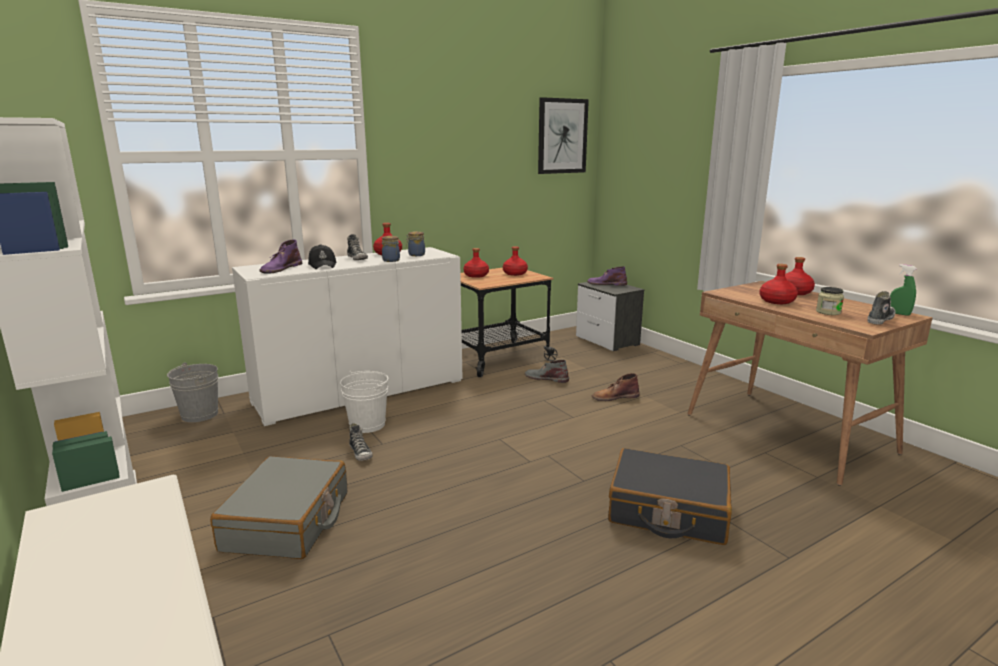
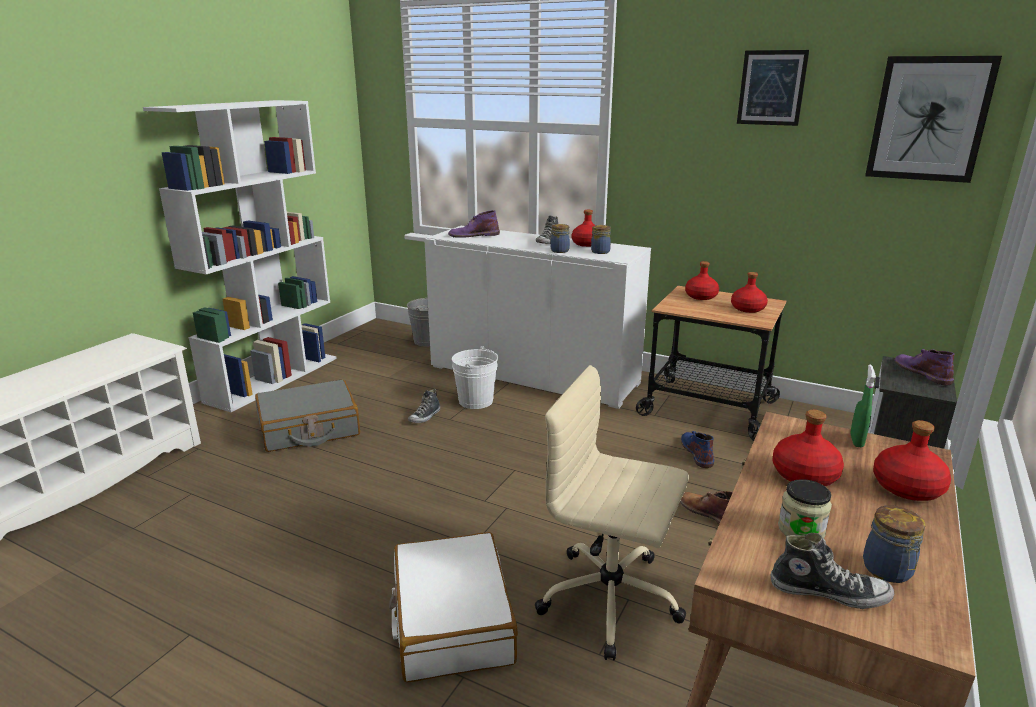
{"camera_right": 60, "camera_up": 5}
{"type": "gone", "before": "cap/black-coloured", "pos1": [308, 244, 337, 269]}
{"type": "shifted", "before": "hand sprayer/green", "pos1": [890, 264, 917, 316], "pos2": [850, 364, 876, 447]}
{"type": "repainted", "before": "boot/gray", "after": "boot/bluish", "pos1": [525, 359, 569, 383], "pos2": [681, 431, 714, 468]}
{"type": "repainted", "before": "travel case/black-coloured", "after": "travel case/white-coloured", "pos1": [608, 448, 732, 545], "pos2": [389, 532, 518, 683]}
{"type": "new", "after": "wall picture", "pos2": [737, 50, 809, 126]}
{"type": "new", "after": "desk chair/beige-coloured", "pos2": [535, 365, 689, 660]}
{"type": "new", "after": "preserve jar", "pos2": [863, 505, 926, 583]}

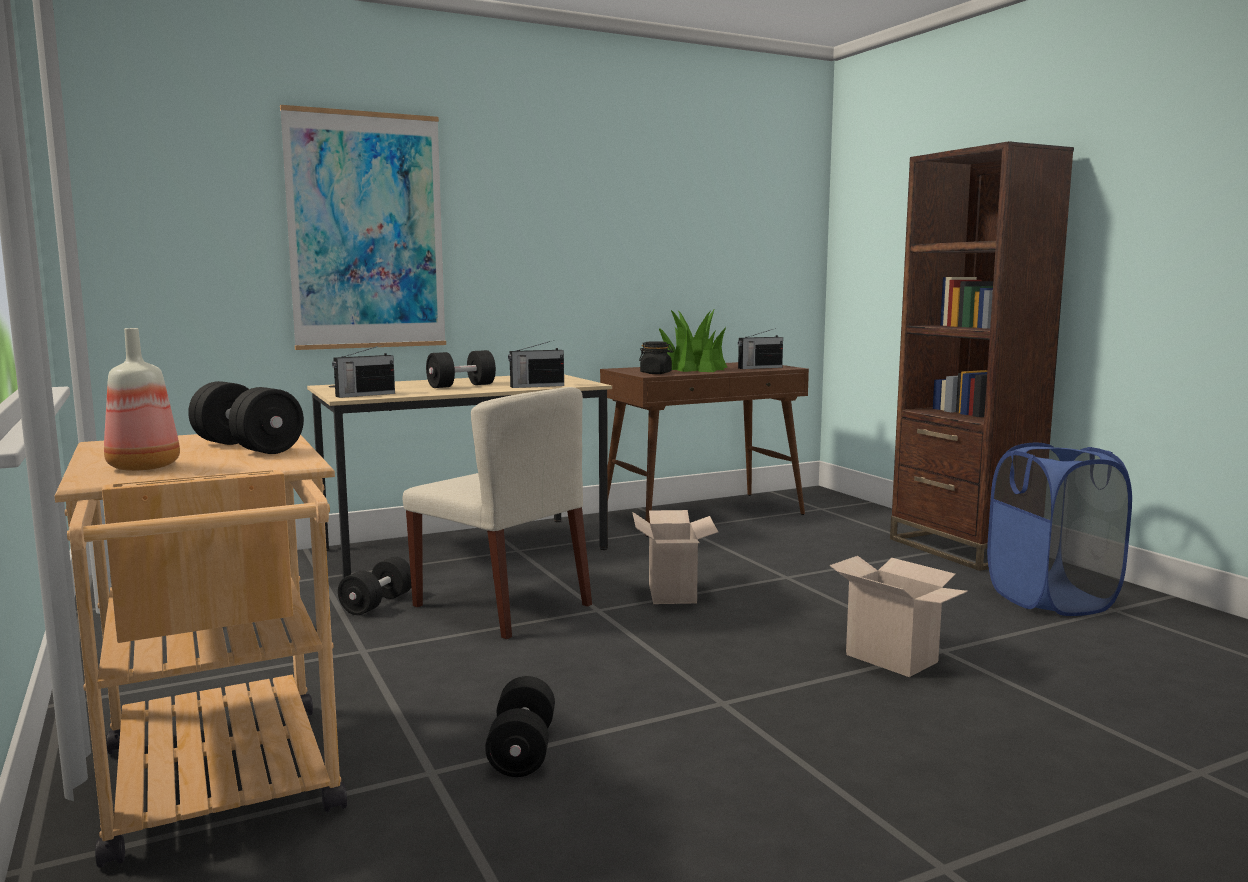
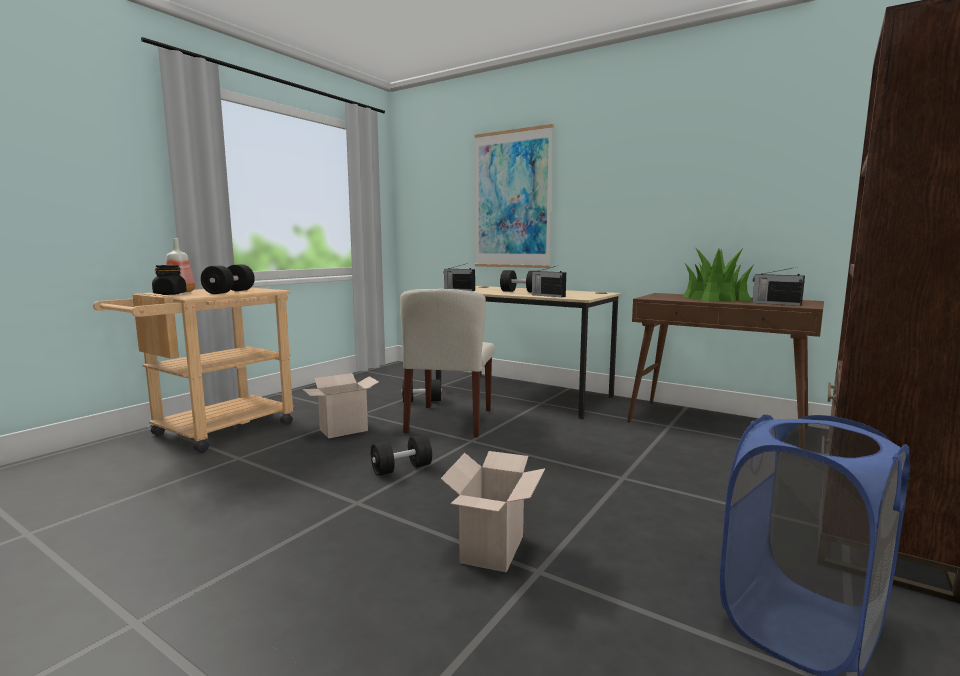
{"camera_right": 60, "camera_up": 0}
{"type": "shifted", "before": "preserve jar/black-coloured", "pos1": [639, 341, 674, 374], "pos2": [152, 265, 187, 295]}
{"type": "shifted", "before": "packing box", "pos1": [632, 510, 718, 604], "pos2": [303, 373, 379, 438]}
{"type": "shifted", "before": "free weight/black-coloured", "pos1": [485, 676, 555, 777], "pos2": [371, 434, 432, 476]}

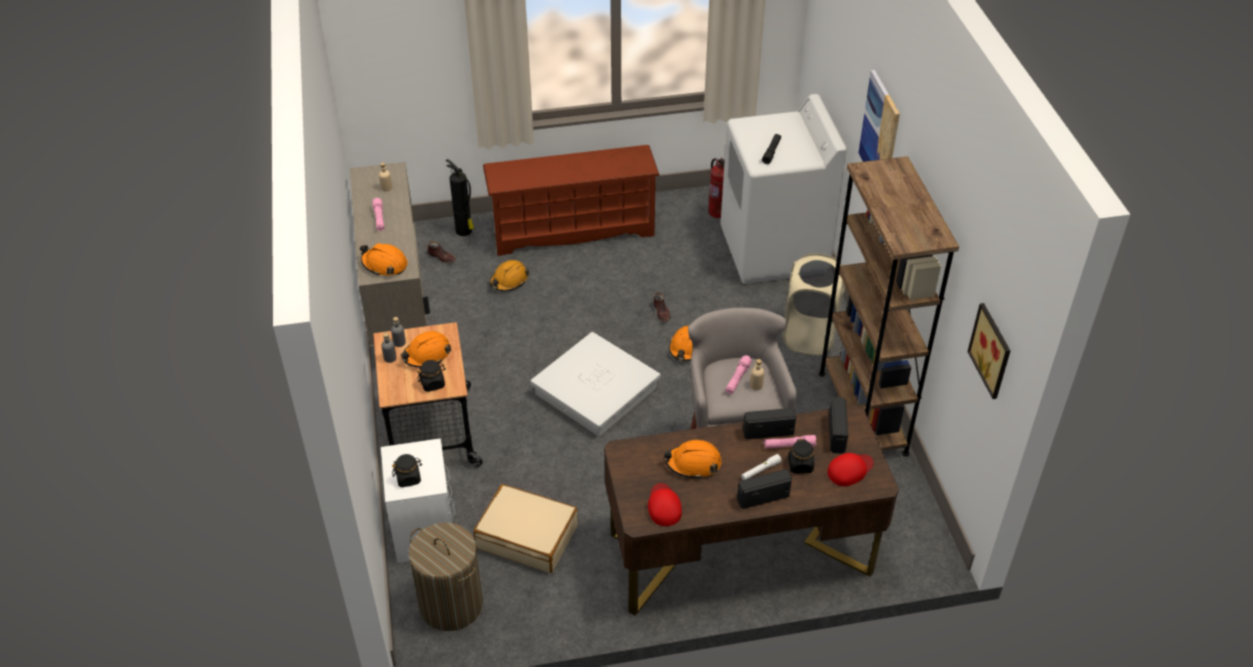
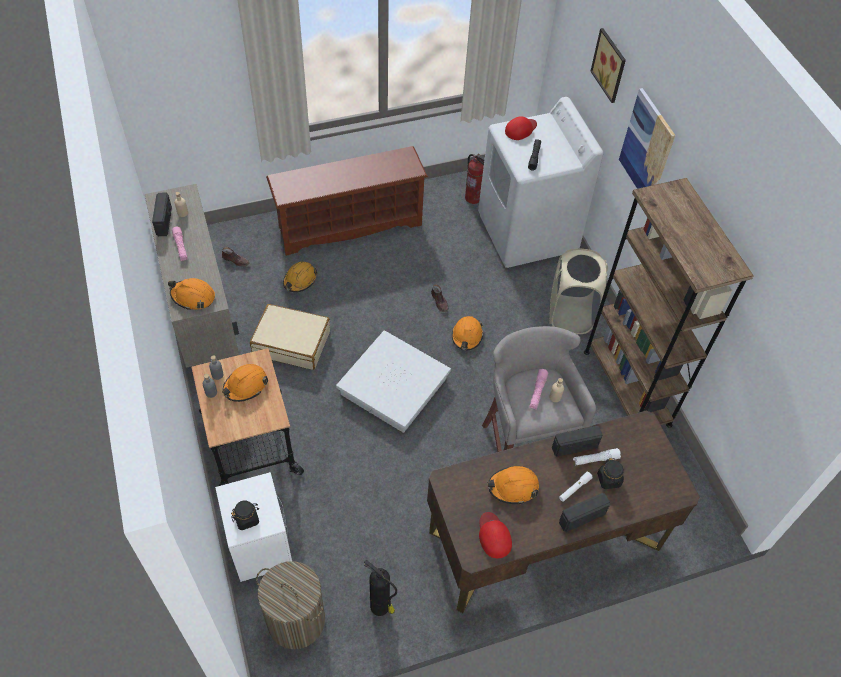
{"camera_right": -10, "camera_up": 10}
{"type": "shifted", "before": "fire-fighting cylinder", "pos1": [446, 159, 474, 236], "pos2": [364, 560, 397, 616]}
{"type": "shifted", "before": "wall picture", "pos1": [967, 303, 1010, 399], "pos2": [591, 28, 626, 103]}
{"type": "gone", "before": "preserve jar/black-coloured", "pos1": [417, 360, 445, 392]}
{"type": "shifted", "before": "radio", "pos1": [829, 397, 848, 454], "pos2": [152, 193, 172, 236]}
{"type": "repainted", "before": "hand torch/pinkish", "after": "hand torch/white-coloured", "pos1": [764, 435, 816, 448], "pos2": [573, 448, 621, 465]}
{"type": "shifted", "before": "cap/red", "pos1": [827, 453, 874, 486], "pos2": [505, 116, 537, 140]}
{"type": "shifted", "before": "travel case/beige-coloured", "pos1": [474, 484, 578, 573], "pos2": [250, 304, 330, 370]}

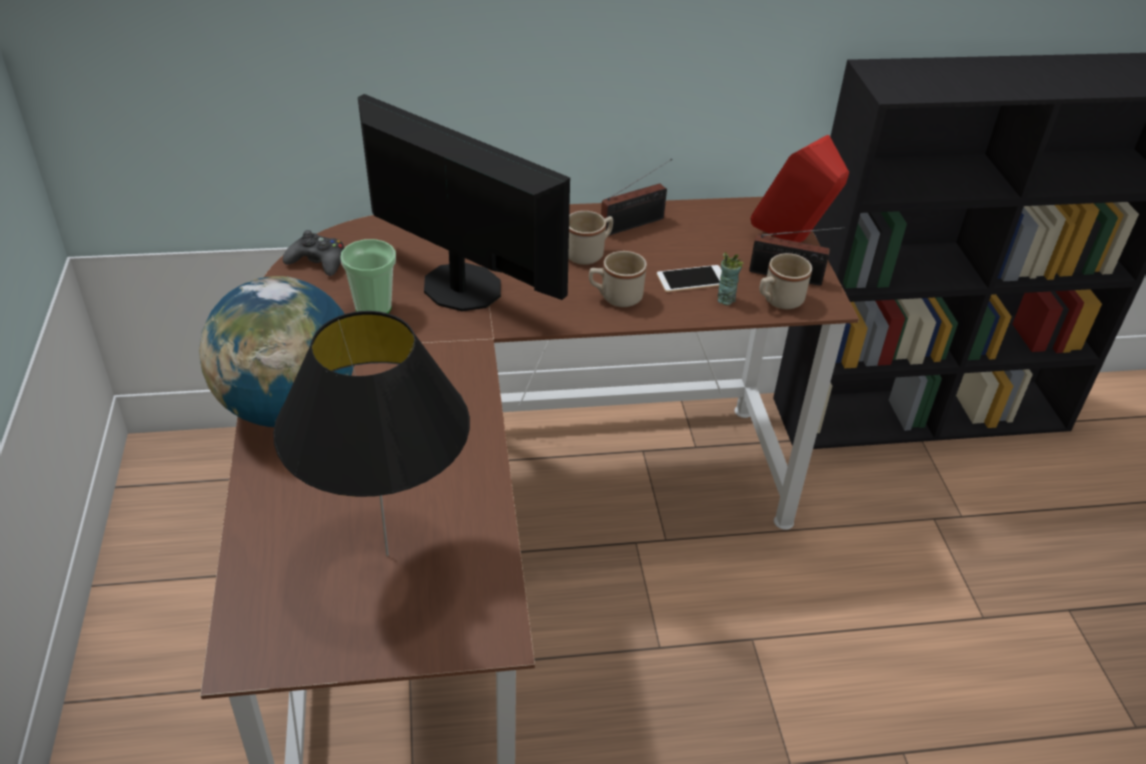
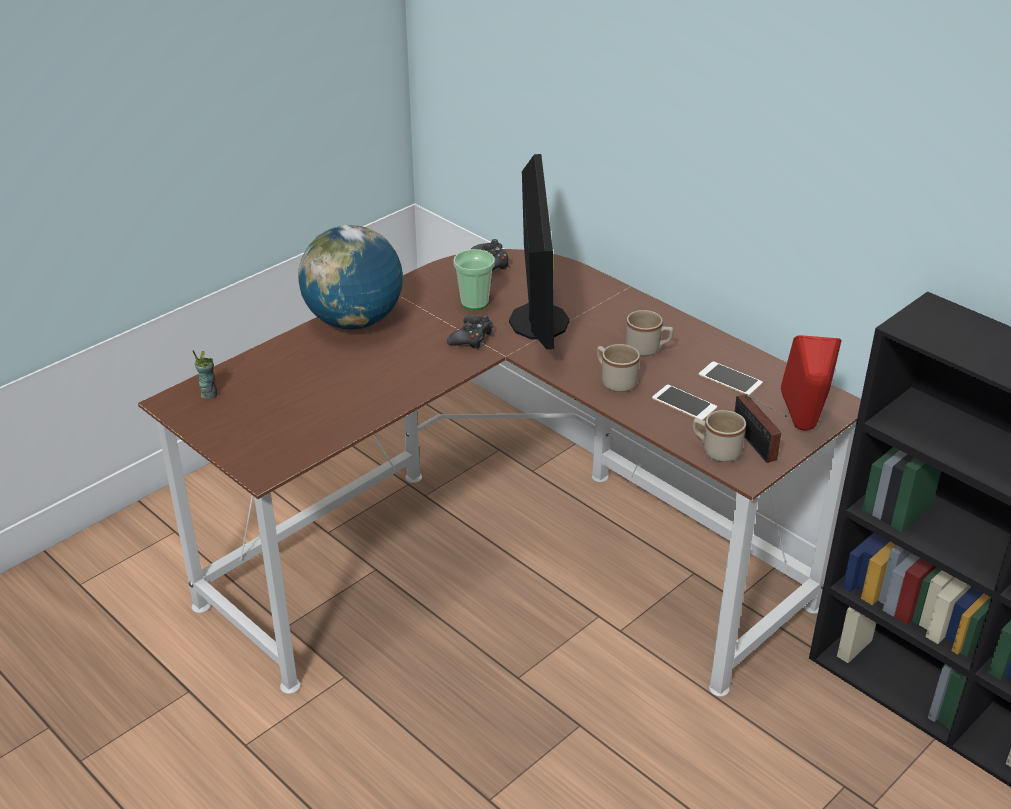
{"camera_right": 55, "camera_up": -5}
{"type": "gone", "before": "radio", "pos1": [601, 159, 672, 235]}
{"type": "shifted", "before": "drinking cup", "pos1": [718, 252, 744, 305], "pos2": [193, 350, 218, 399]}
{"type": "gone", "before": "tabletop lamp/black-coloured", "pos1": [273, 311, 470, 556]}
{"type": "new", "after": "game controller/black-coloured", "pos2": [447, 315, 494, 349]}
{"type": "new", "after": "telephone", "pos2": [699, 361, 763, 396]}

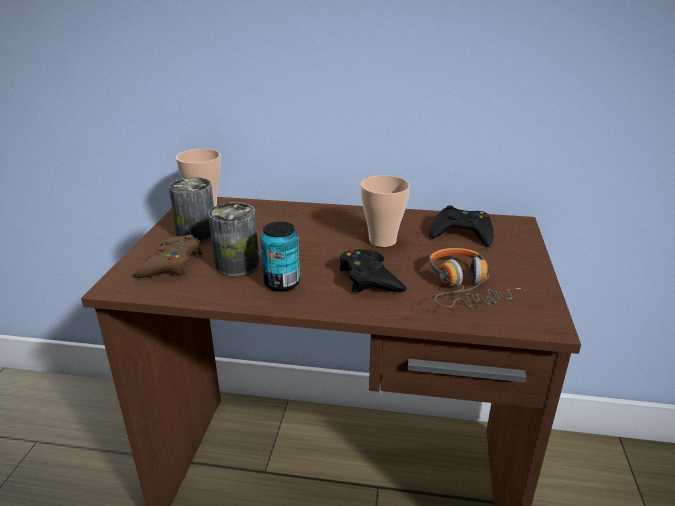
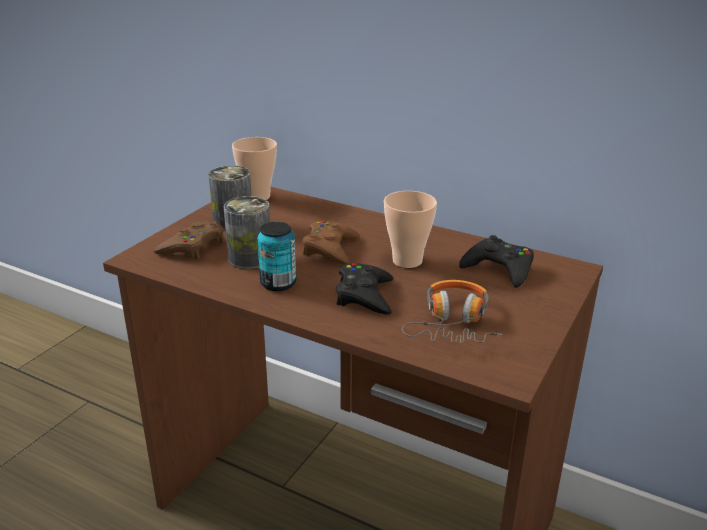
{"camera_right": 20, "camera_up": 0}
{"type": "new", "after": "game controller/brown-coloured", "pos2": [302, 220, 360, 265]}

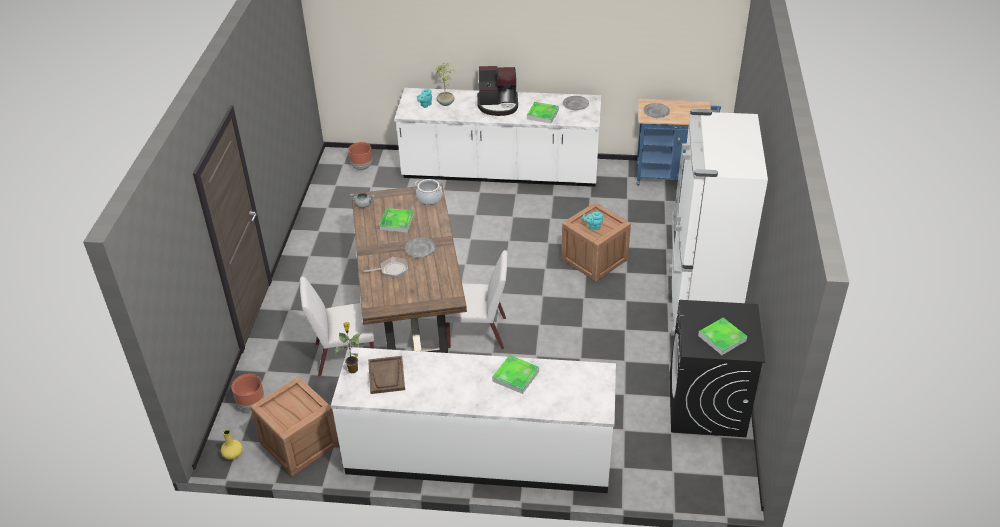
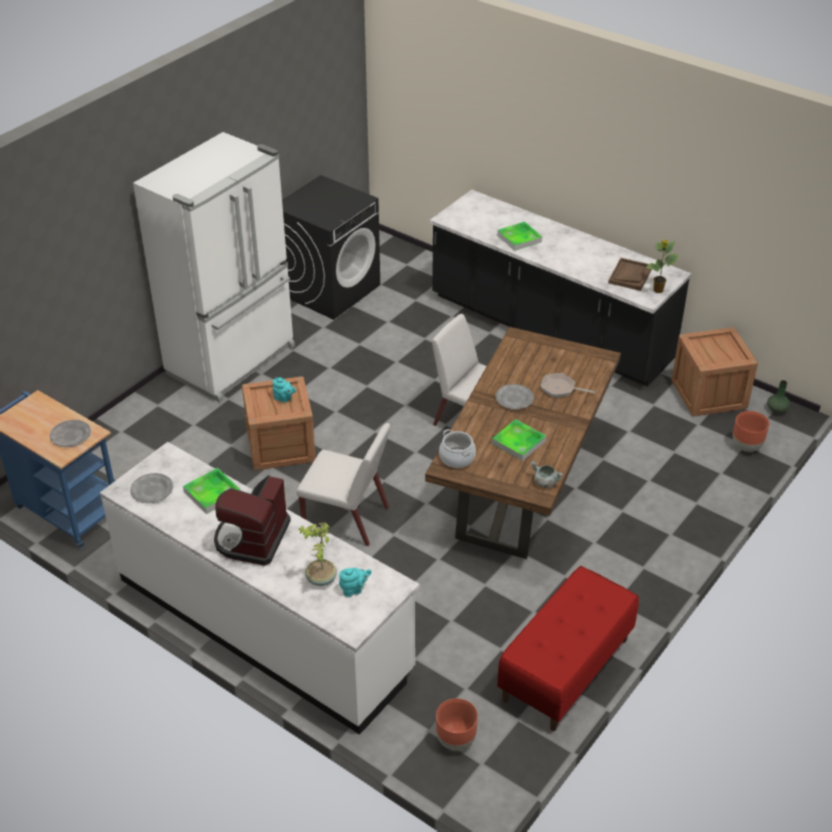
{"camera_right": -150, "camera_up": 0}
{"type": "rotated", "before": "coffee maker", "pos1": [477, 66, 518, 116], "pos2": [214, 475, 291, 566], "turn": -105}
{"type": "shifted", "before": "upright chair/white-coloured", "pos1": [300, 276, 374, 376], "pos2": [296, 423, 390, 546]}
{"type": "gone", "before": "serving tray", "pos1": [698, 317, 747, 355]}
{"type": "repainted", "before": "kitchen base unit/white-coloured", "after": "kitchen base unit/black-coloured", "pos1": [331, 347, 616, 493], "pos2": [430, 190, 691, 387]}
{"type": "repainted", "before": "flower vase/yellowish", "after": "flower vase/green", "pos1": [221, 430, 243, 460], "pos2": [767, 380, 790, 413]}
{"type": "new", "after": "indoor bench/red", "pos2": [497, 566, 639, 731]}

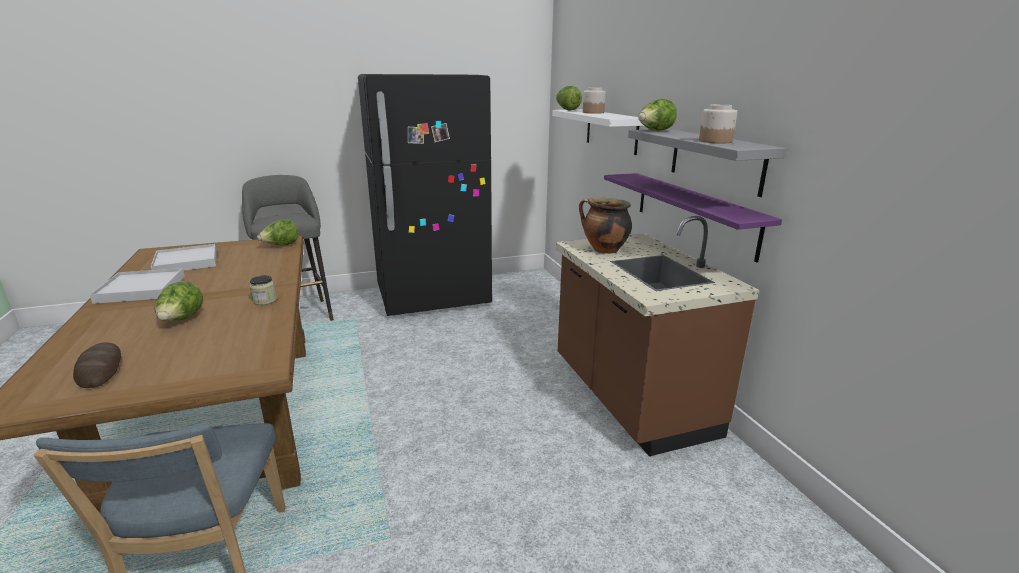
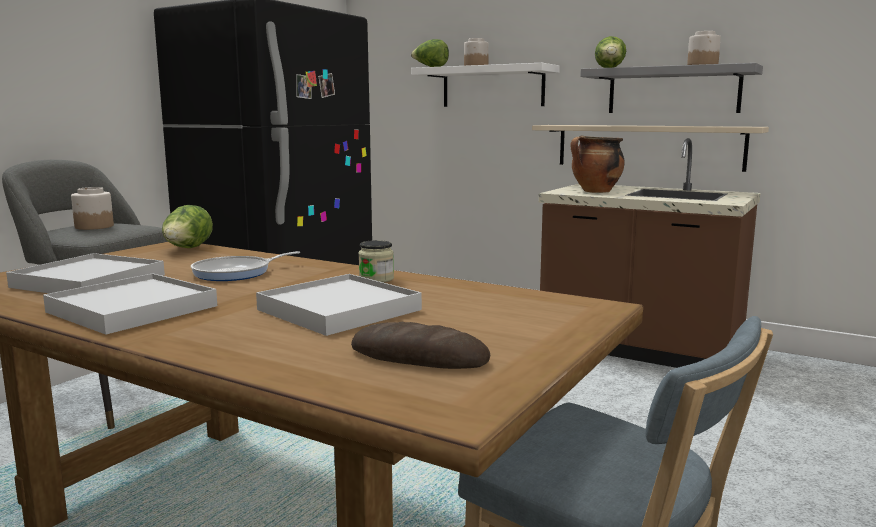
{"camera_right": -40, "camera_up": -10}
{"type": "repainted", "before": "bracket shelf/purple", "after": "bracket shelf/beige-coloured", "pos1": [604, 173, 782, 263], "pos2": [532, 125, 769, 172]}
{"type": "swapped", "before": "lettuce head", "after": "serving tray/white-coloured", "pos1": [155, 281, 203, 321], "pos2": [256, 274, 422, 336]}
{"type": "new", "after": "preserve jar", "pos2": [71, 187, 114, 230]}
{"type": "new", "after": "pan", "pos2": [191, 251, 301, 281]}

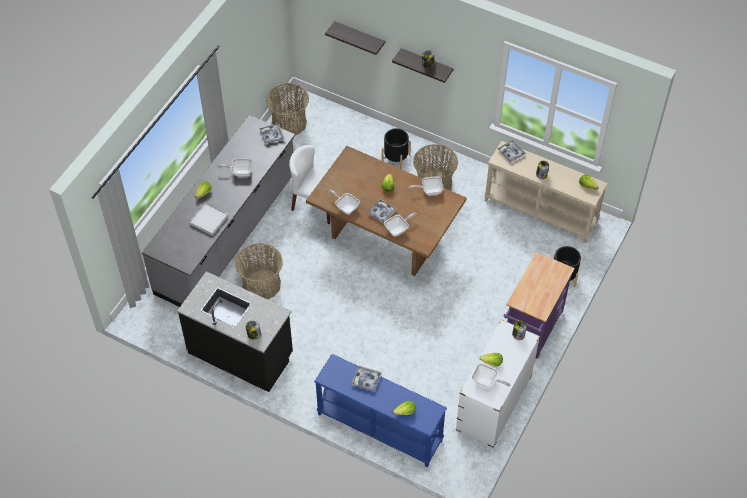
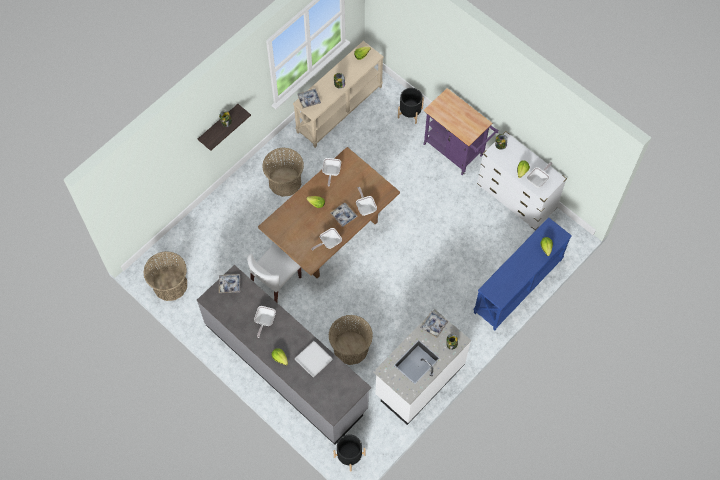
{"camera_right": -75, "camera_up": 10}
{"type": "gone", "before": "bracket shelf", "pos1": [325, 21, 385, 55]}
{"type": "shifted", "before": "flower pot/black-coloured", "pos1": [382, 128, 411, 169], "pos2": [333, 434, 366, 472]}
{"type": "repainted", "before": "kitchen base unit/black-coloured", "after": "kitchen base unit/white-coloured", "pos1": [177, 271, 293, 392], "pos2": [373, 309, 471, 425]}
{"type": "shifted", "before": "serving tray", "pos1": [351, 366, 382, 392], "pos2": [420, 311, 449, 338]}

